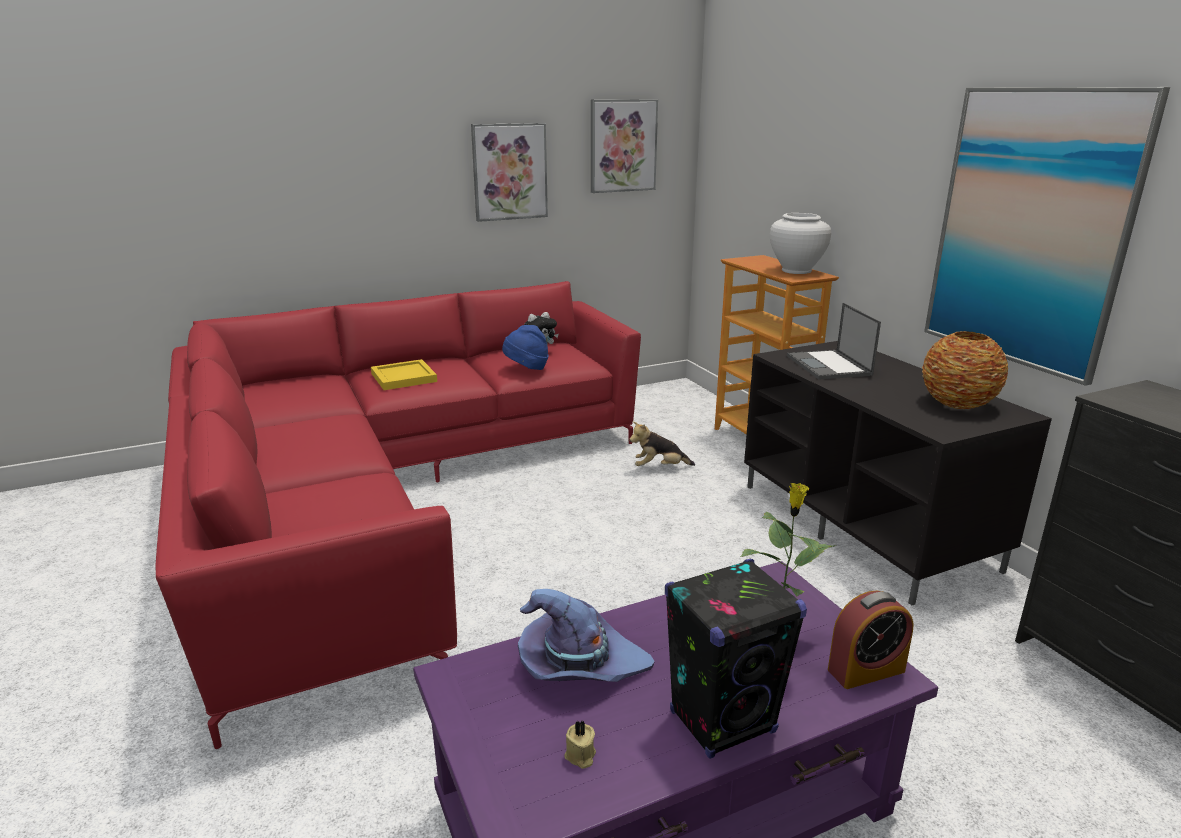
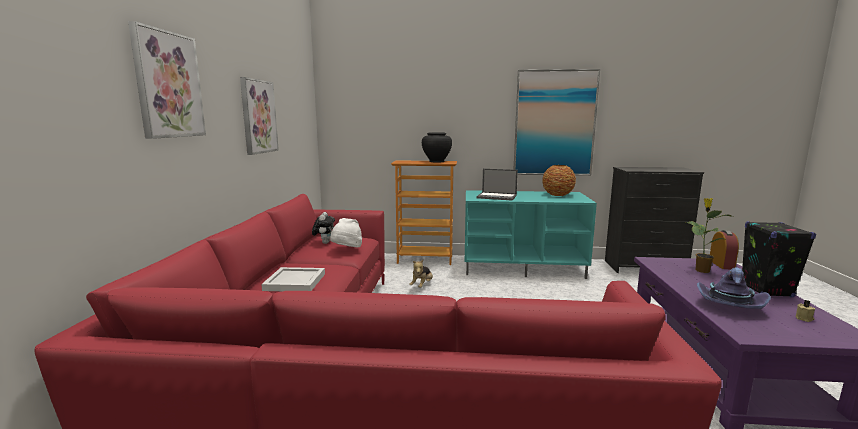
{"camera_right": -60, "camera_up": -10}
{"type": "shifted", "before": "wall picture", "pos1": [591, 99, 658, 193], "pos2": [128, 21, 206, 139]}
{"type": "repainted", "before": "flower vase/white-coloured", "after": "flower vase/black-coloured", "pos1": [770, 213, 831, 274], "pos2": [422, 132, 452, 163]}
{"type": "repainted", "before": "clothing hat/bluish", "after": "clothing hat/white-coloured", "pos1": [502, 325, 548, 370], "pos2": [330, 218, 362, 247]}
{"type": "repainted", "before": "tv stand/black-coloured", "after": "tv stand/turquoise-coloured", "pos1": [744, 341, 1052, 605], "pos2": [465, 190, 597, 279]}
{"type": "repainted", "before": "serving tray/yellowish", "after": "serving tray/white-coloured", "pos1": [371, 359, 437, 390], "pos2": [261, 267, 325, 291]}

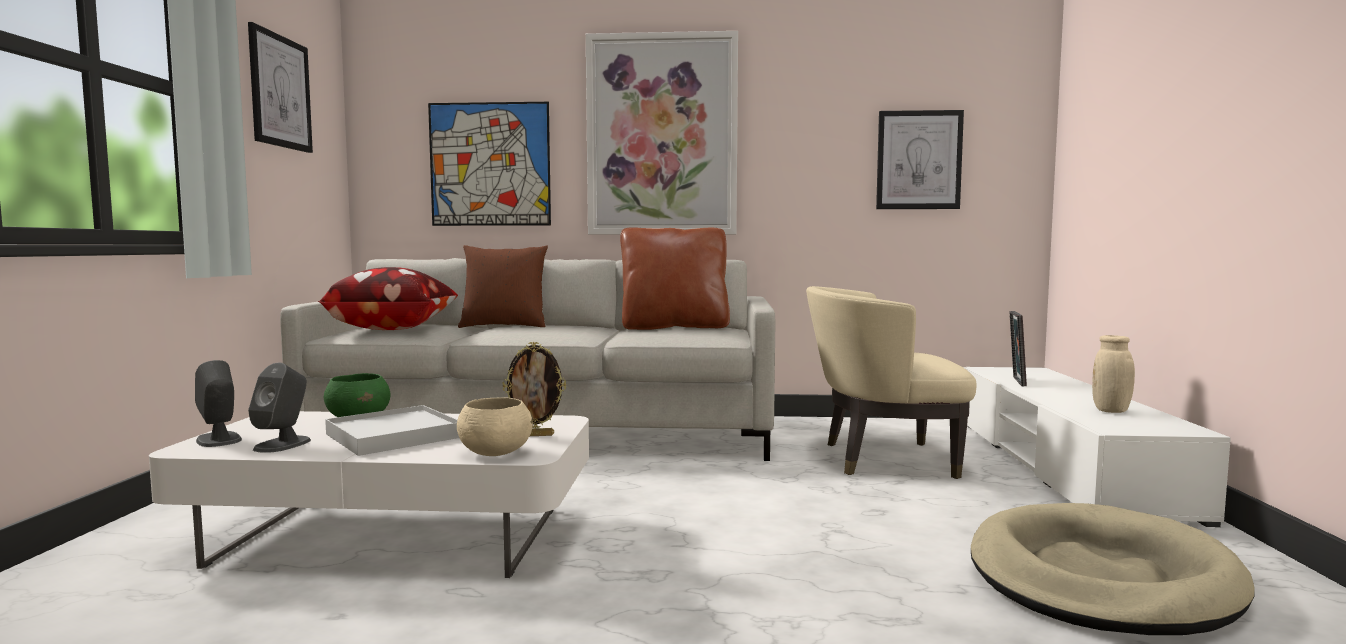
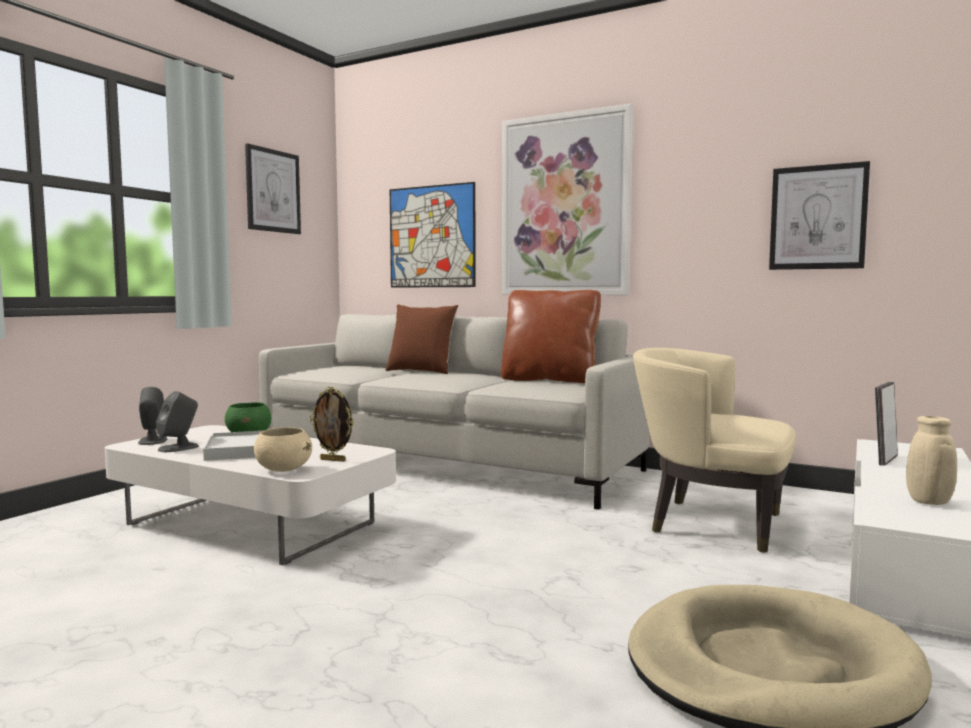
{"camera_right": 25, "camera_up": 0}
{"type": "gone", "before": "cushion", "pos1": [318, 267, 458, 330]}

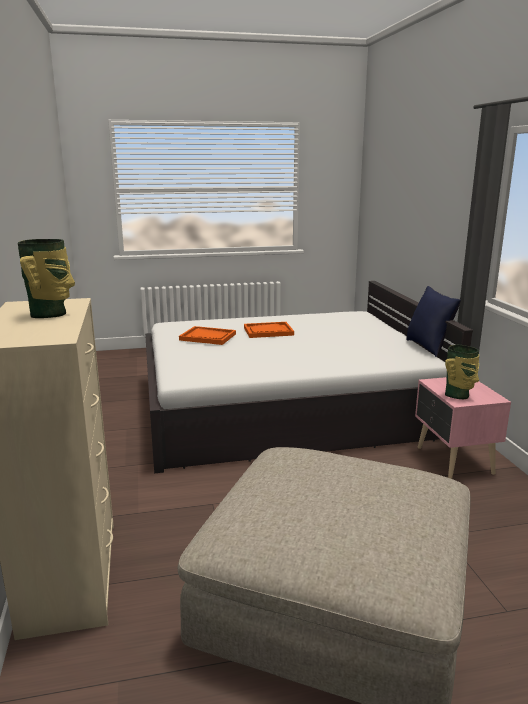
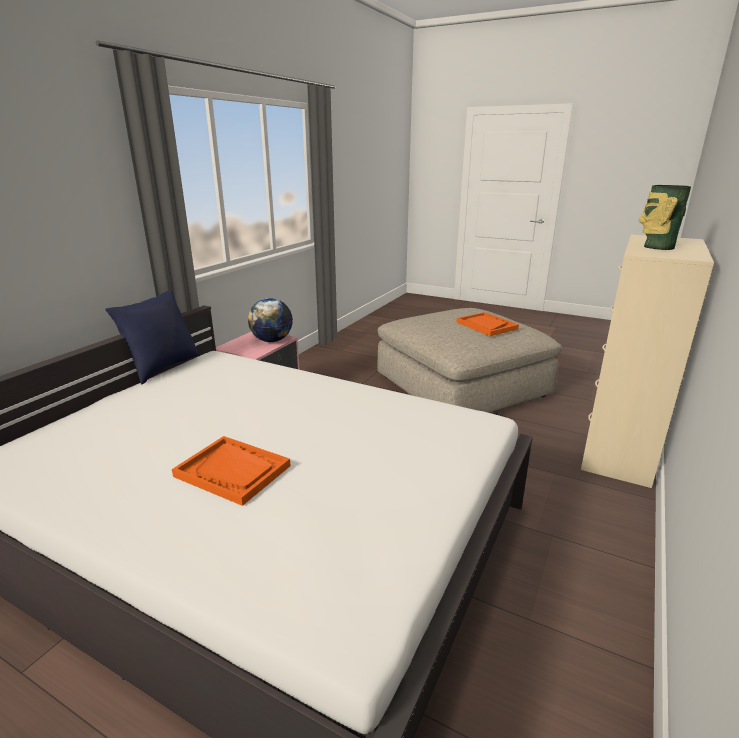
{"camera_right": -140, "camera_up": 5}
{"type": "shifted", "before": "serving tray/orange", "pos1": [179, 326, 236, 345], "pos2": [456, 312, 519, 336]}
{"type": "swapped", "before": "flower vase", "after": "desk globe", "pos1": [445, 345, 479, 399], "pos2": [248, 298, 293, 342]}

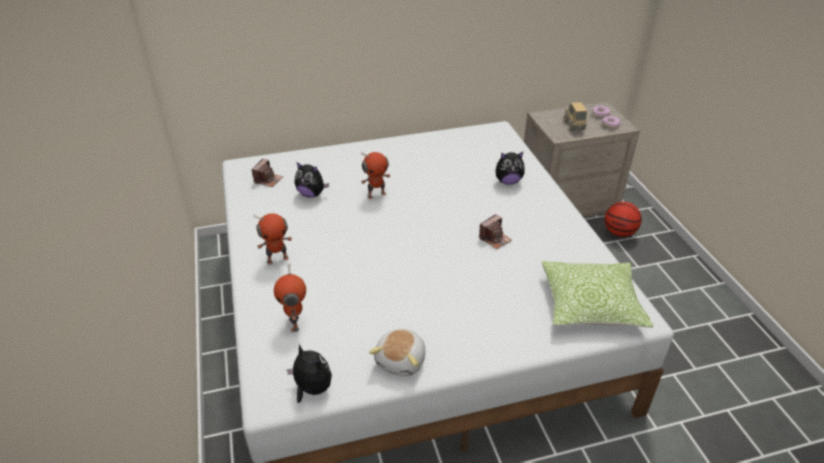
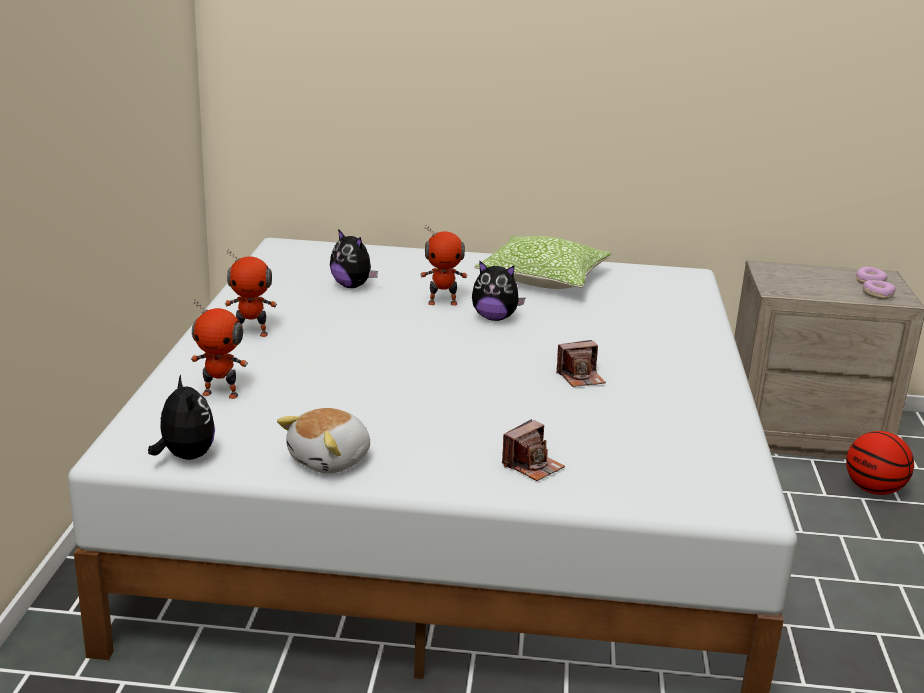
{"camera_right": 20, "camera_up": -15}
{"type": "gone", "before": "toy lorry", "pos1": [564, 102, 587, 131]}
{"type": "shifted", "before": "cuddly toy", "pos1": [496, 152, 525, 185], "pos2": [472, 260, 525, 321]}
{"type": "shifted", "before": "photo camera", "pos1": [251, 159, 283, 187], "pos2": [502, 419, 565, 481]}
{"type": "shifted", "before": "cushion", "pos1": [542, 261, 653, 328], "pos2": [474, 236, 611, 289]}
{"type": "rotated", "before": "robot figure", "pos1": [274, 264, 306, 332], "pos2": [191, 299, 248, 399], "turn": -90}

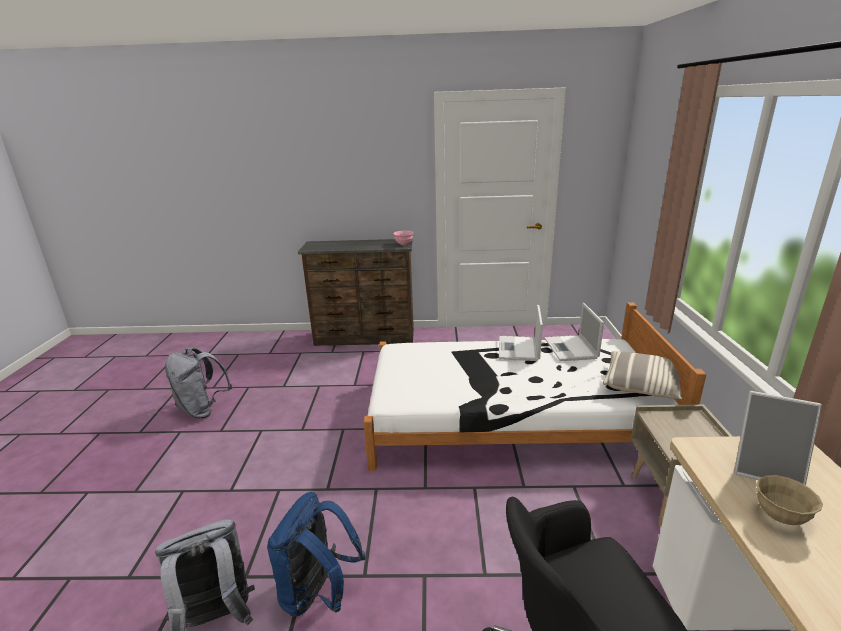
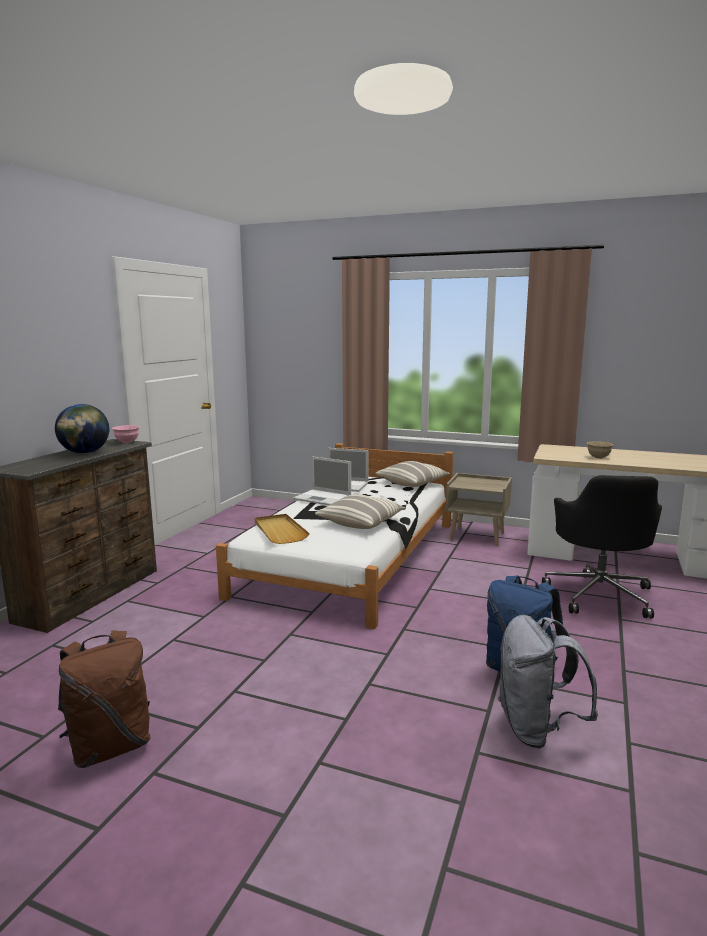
{"camera_right": -70, "camera_up": -10}
{"type": "repainted", "before": "backpack/gray", "after": "backpack/brown-coloured", "pos1": [165, 348, 232, 418], "pos2": [58, 630, 150, 768]}
{"type": "gone", "before": "standing frame", "pos1": [734, 391, 822, 485]}
{"type": "new", "after": "desk globe", "pos2": [55, 404, 109, 454]}
{"type": "new", "after": "cushion", "pos2": [315, 494, 406, 529]}
{"type": "new", "after": "serving tray/beige-coloured", "pos2": [255, 514, 310, 544]}

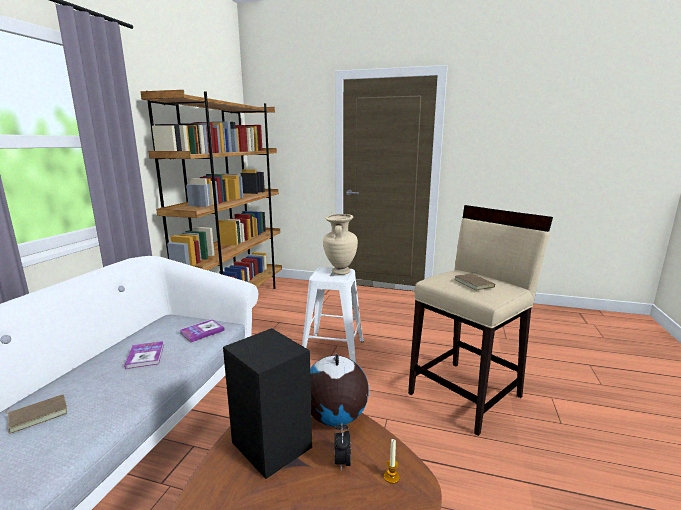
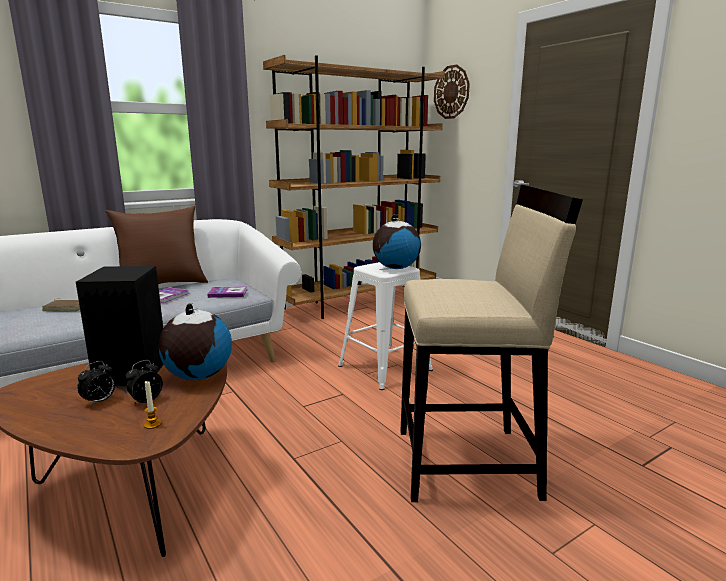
{"camera_right": 40, "camera_up": 0}
{"type": "swapped", "before": "flower vase/beige-coloured", "after": "desk globe", "pos1": [323, 214, 358, 275], "pos2": [373, 214, 421, 269]}
{"type": "gone", "before": "bound book/brown-coloured", "pos1": [454, 272, 495, 290]}
{"type": "new", "after": "clock on the wall", "pos2": [434, 64, 470, 119]}
{"type": "new", "after": "cushion/brown-coloured", "pos2": [106, 206, 208, 284]}
{"type": "new", "after": "alarm clock", "pos2": [77, 361, 115, 406]}

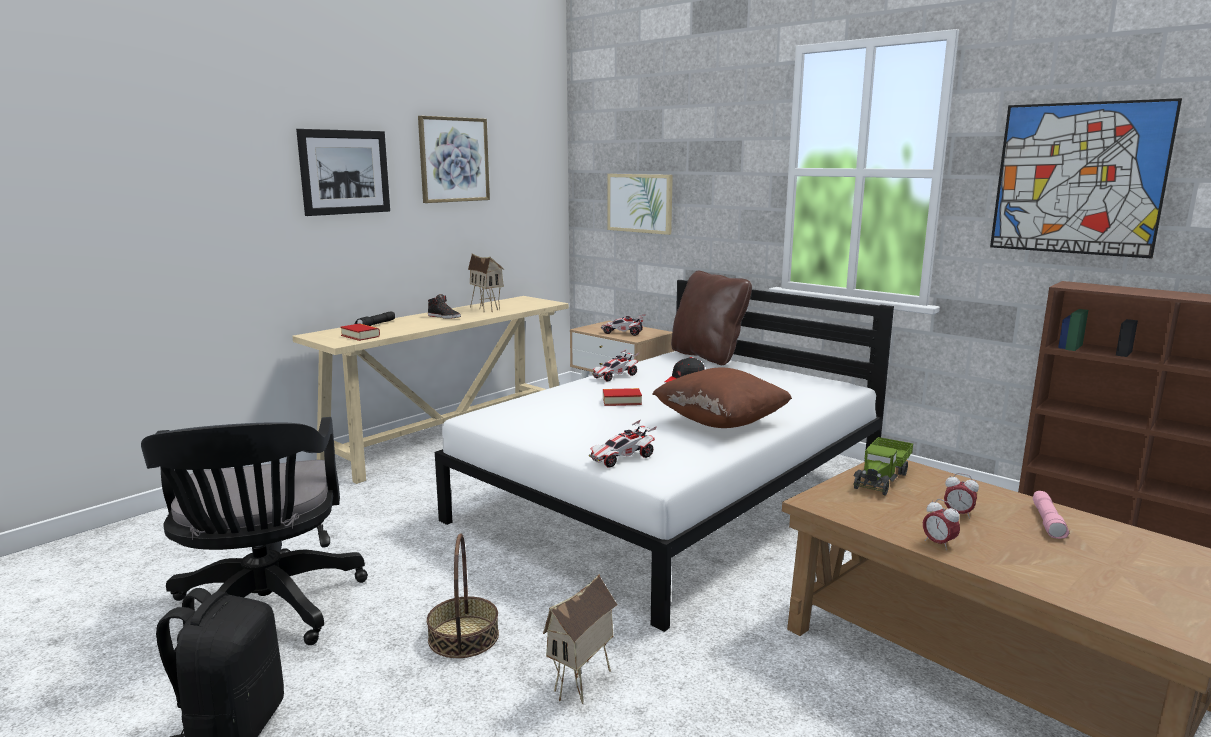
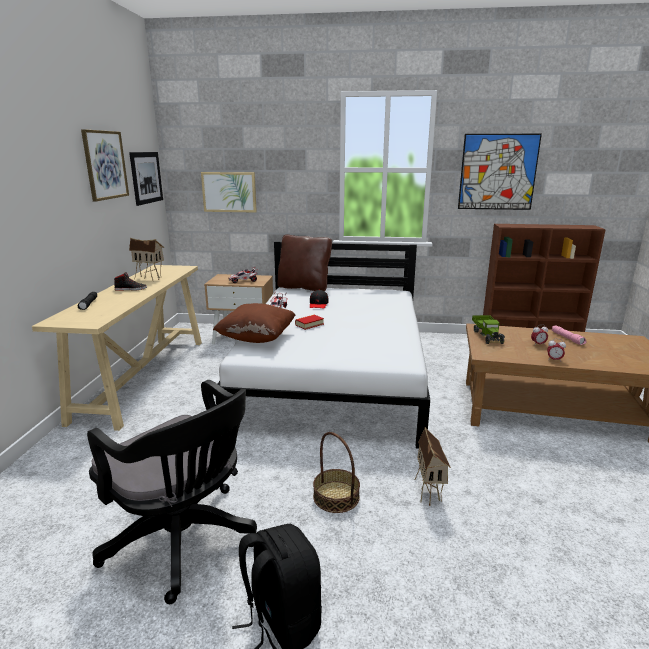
{"camera_right": -35, "camera_up": 5}
{"type": "shifted", "before": "wall picture", "pos1": [296, 129, 390, 216], "pos2": [129, 152, 163, 206]}
{"type": "gone", "before": "bound book", "pos1": [340, 323, 380, 341]}
{"type": "shifted", "before": "cushion/brown-coloured", "pos1": [652, 368, 792, 428], "pos2": [213, 303, 295, 343]}
{"type": "gone", "before": "model car", "pos1": [589, 420, 657, 468]}

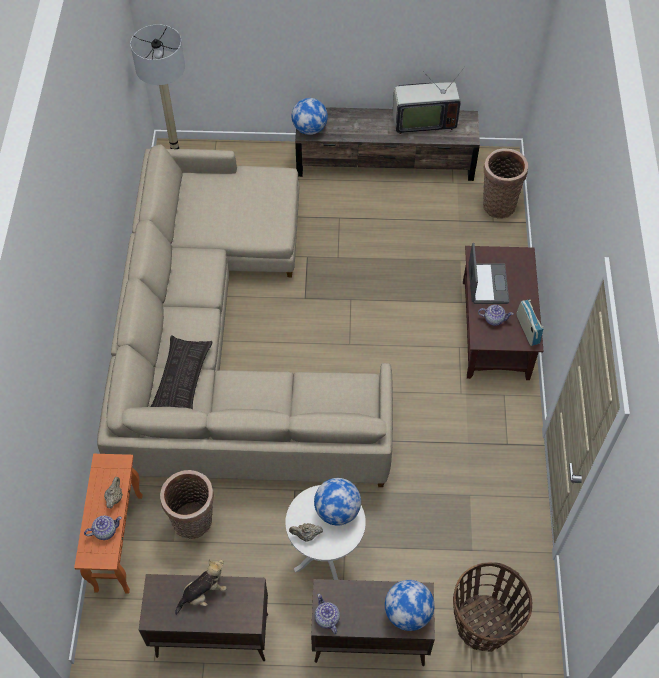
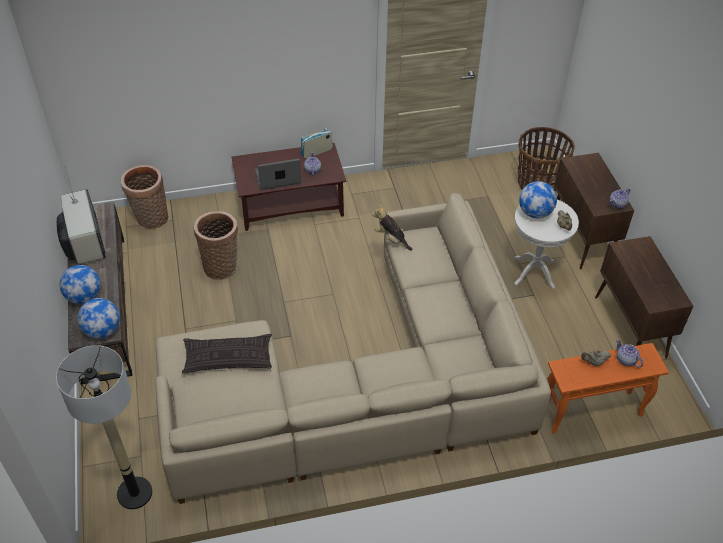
{"camera_right": -105, "camera_up": -10}
{"type": "shifted", "before": "cushion", "pos1": [151, 336, 213, 409], "pos2": [182, 334, 272, 374]}
{"type": "shifted", "before": "storage basket", "pos1": [160, 470, 214, 539], "pos2": [194, 211, 238, 280]}
{"type": "shifted", "before": "cuddly toy", "pos1": [175, 560, 227, 615], "pos2": [372, 204, 413, 251]}
{"type": "shifted", "before": "desk globe", "pos1": [385, 580, 435, 631], "pos2": [59, 265, 101, 304]}

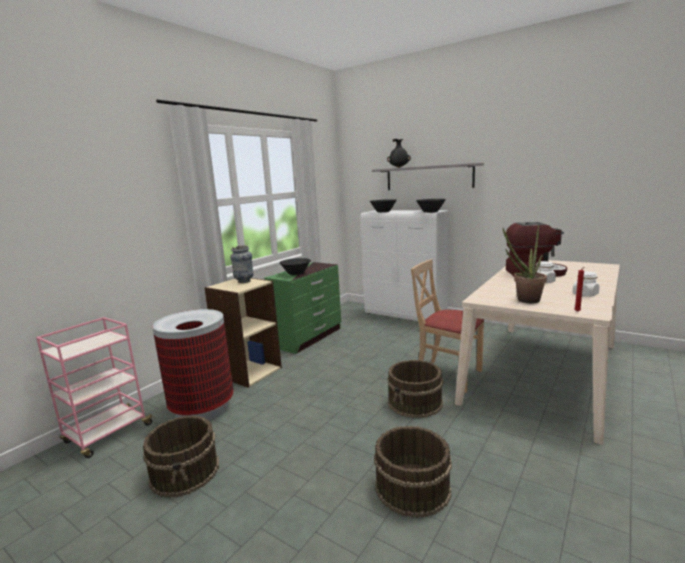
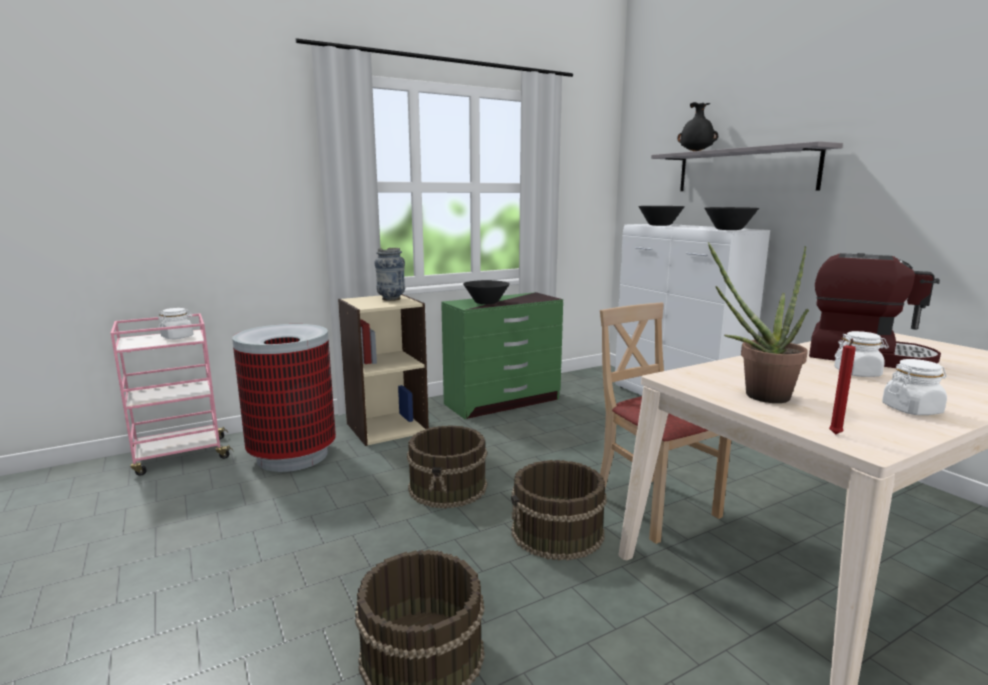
{"camera_right": 25, "camera_up": 0}
{"type": "shifted", "before": "bucket/brown-coloured", "pos1": [143, 416, 219, 498], "pos2": [407, 425, 487, 508]}
{"type": "new", "after": "preserve jar/white-coloured", "pos2": [158, 308, 193, 339]}

